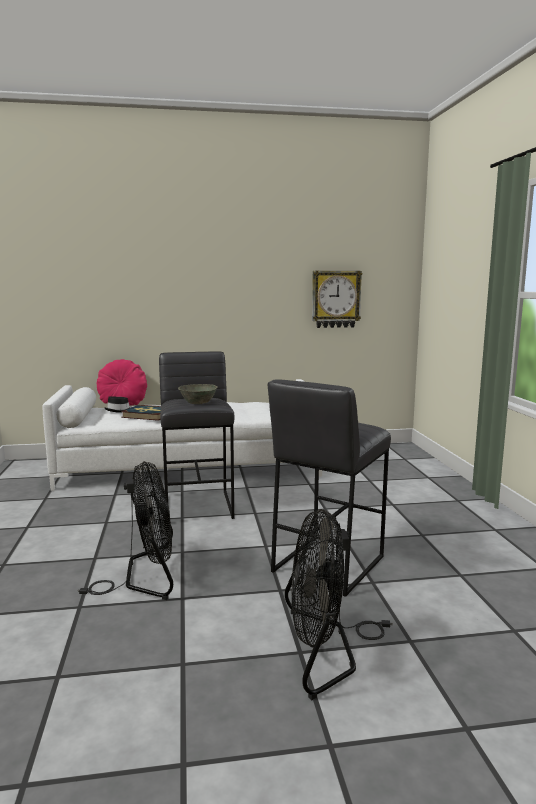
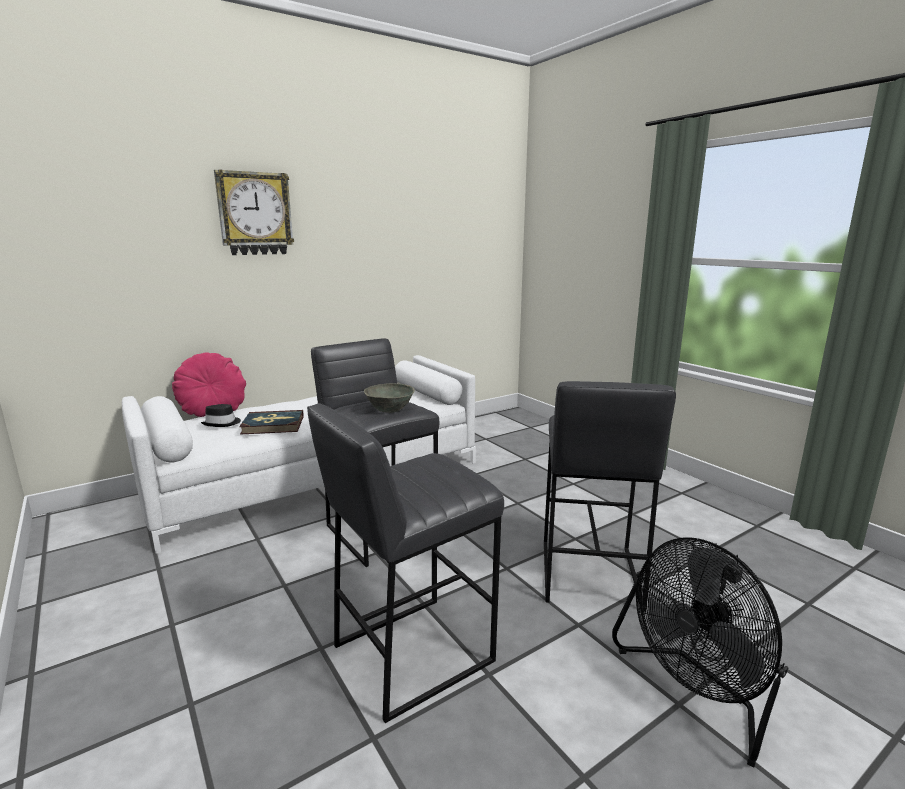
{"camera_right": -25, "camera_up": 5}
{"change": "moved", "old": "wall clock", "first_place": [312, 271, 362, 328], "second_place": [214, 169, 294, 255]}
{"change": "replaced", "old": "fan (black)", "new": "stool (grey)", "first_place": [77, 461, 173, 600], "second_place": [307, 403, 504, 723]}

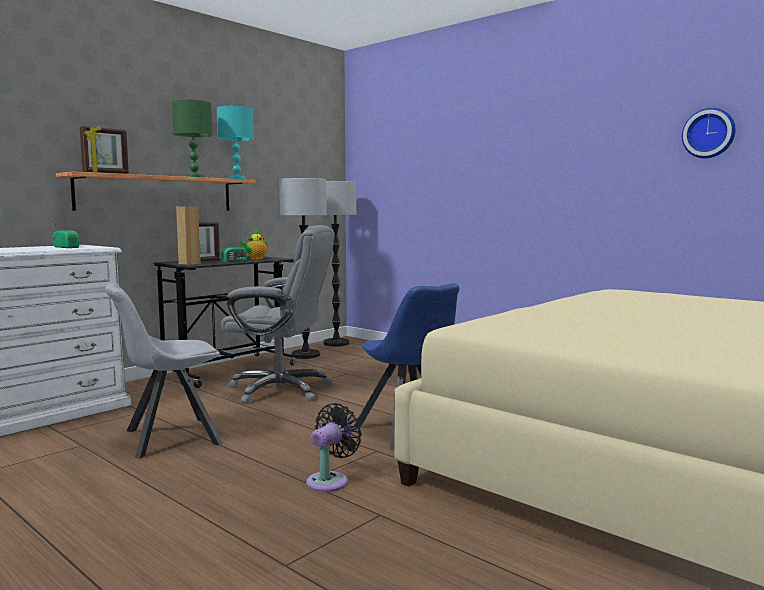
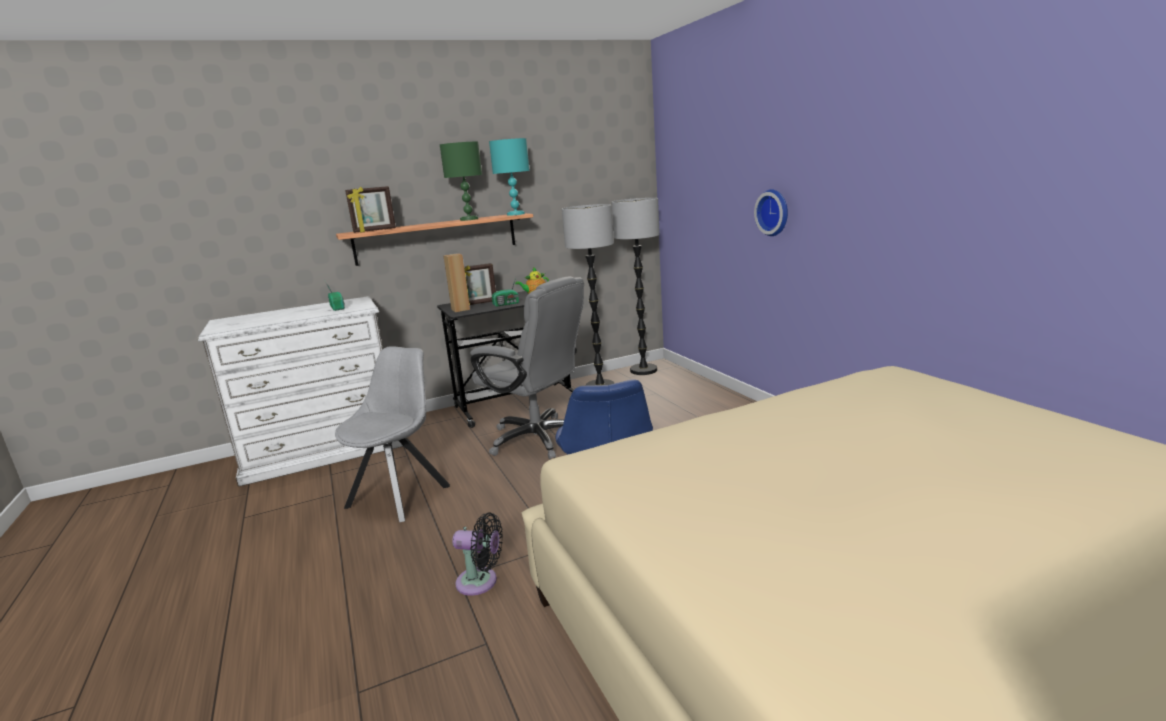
{"camera_right": 25, "camera_up": 10}
{"change": "turned", "old": "chair (grey)", "first_place": [105, 283, 223, 459], "second_place": [335, 346, 450, 522], "degrees": 120}
{"change": "turned", "old": "fan (black)", "first_place": [306, 403, 362, 492], "second_place": [452, 512, 503, 596], "degrees": 45}
{"change": "moved", "old": "wall clock", "first_place": [682, 108, 735, 158], "second_place": [754, 189, 788, 236]}

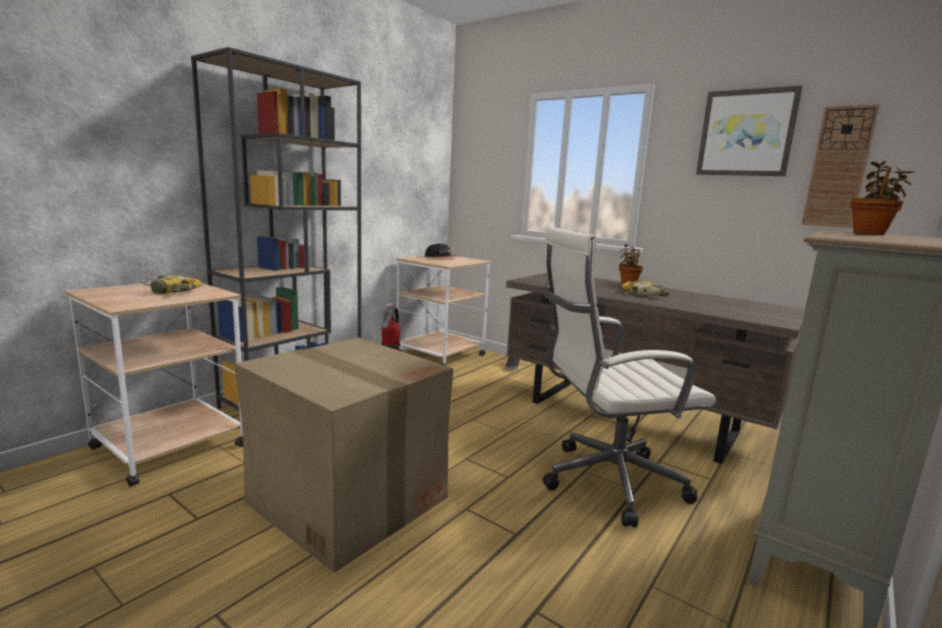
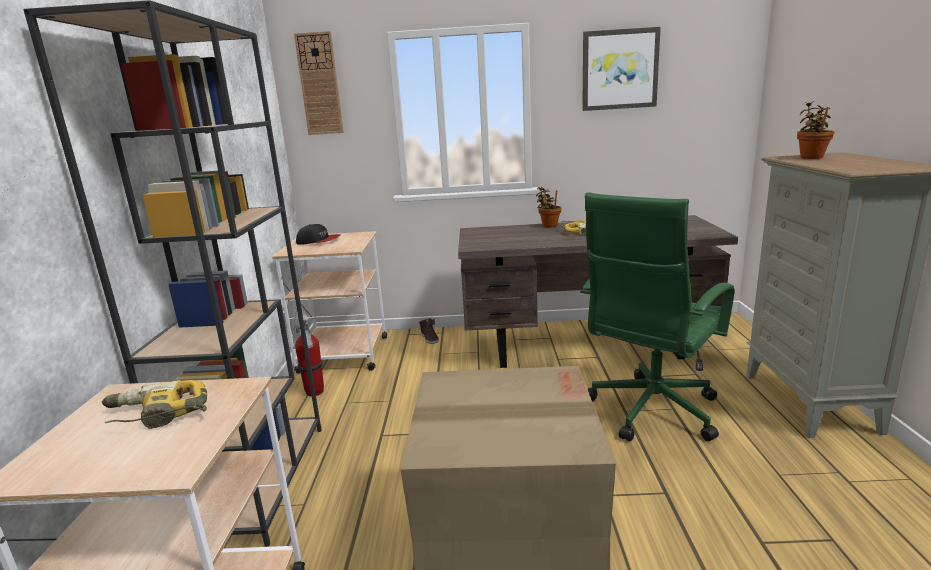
{"camera_right": -35, "camera_up": 5}
{"change": "moved", "old": "wall clock", "first_place": [802, 104, 880, 228], "second_place": [294, 31, 344, 135]}
{"change": "recoloured", "old": "office chair (white)", "new": "office chair (green)", "first_place": [542, 226, 716, 527], "second_place": [580, 192, 735, 441]}

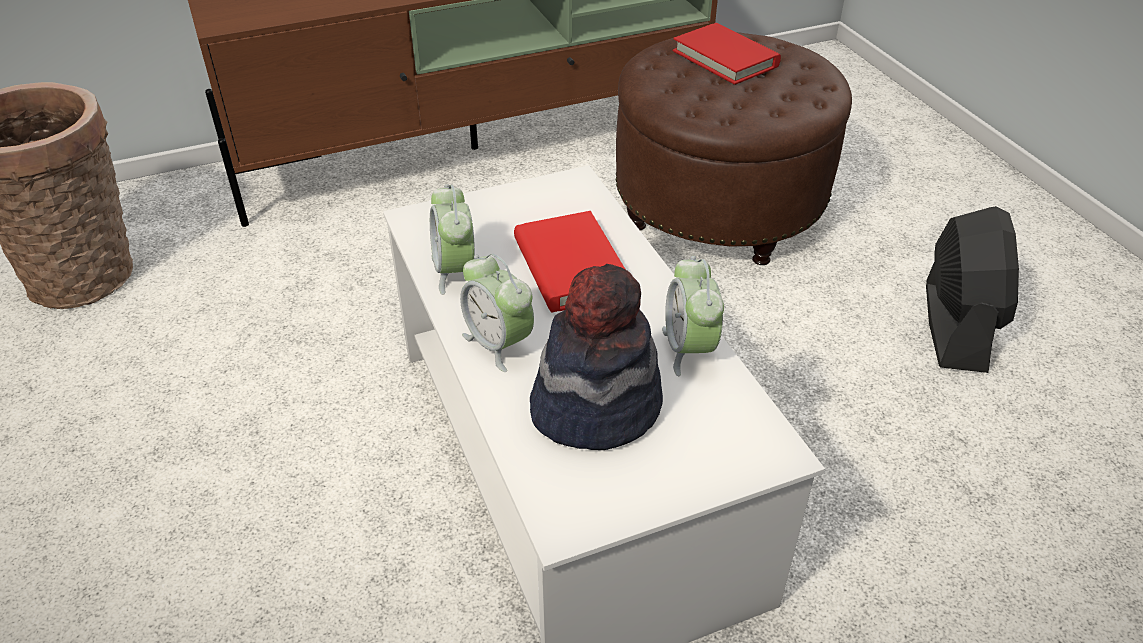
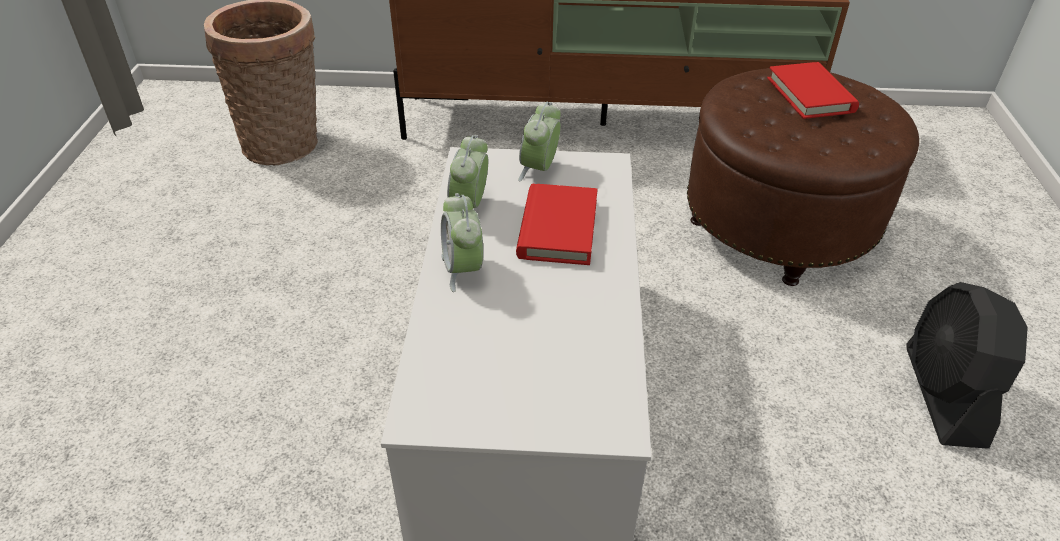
{"camera_right": 25, "camera_up": 0}
{"change": "moved", "old": "alarm clock", "first_place": [662, 256, 724, 376], "second_place": [518, 102, 561, 181]}
{"change": "turned", "old": "fan (black)", "first_place": [926, 206, 1019, 373], "second_place": [907, 282, 1028, 449], "degrees": 150}
{"change": "removed", "old": "hat", "first_place": [530, 264, 663, 450]}

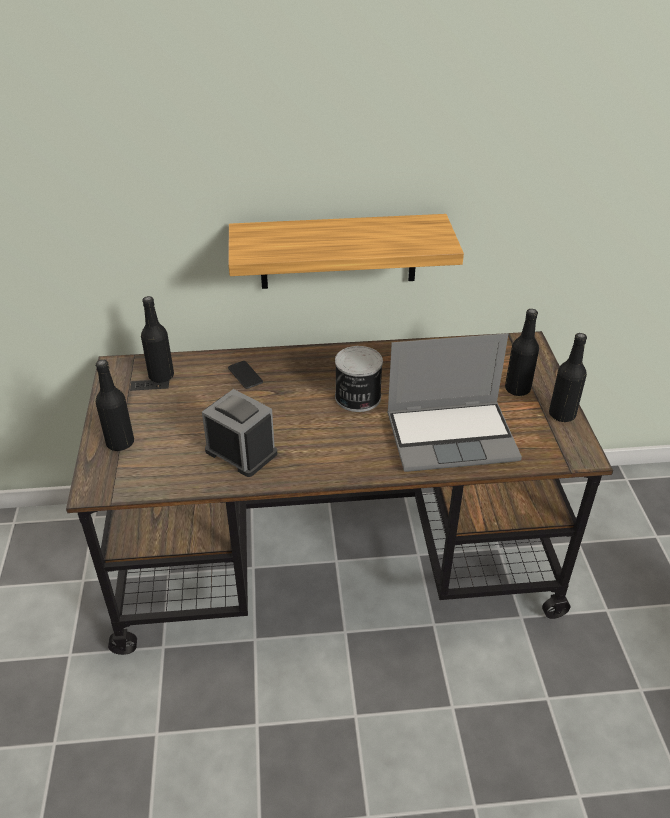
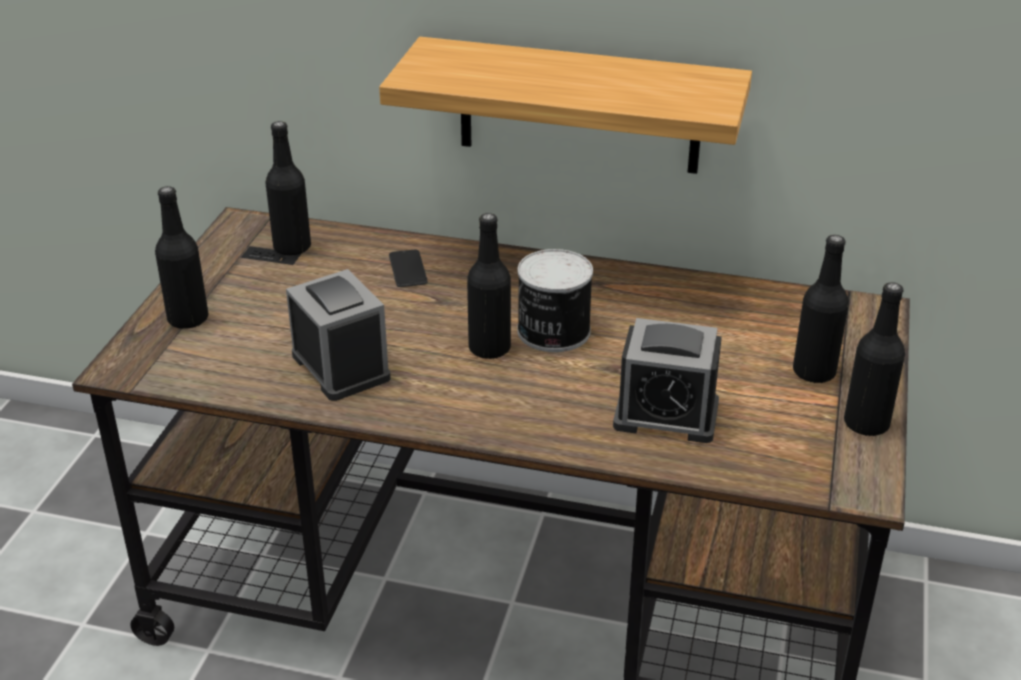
{"camera_right": 20, "camera_up": -5}
{"change": "added", "new": "bottle (black)", "second_place": [467, 213, 511, 359]}
{"change": "replaced", "old": "laptop", "new": "alarm clock", "first_place": [387, 333, 522, 472], "second_place": [613, 318, 722, 443]}

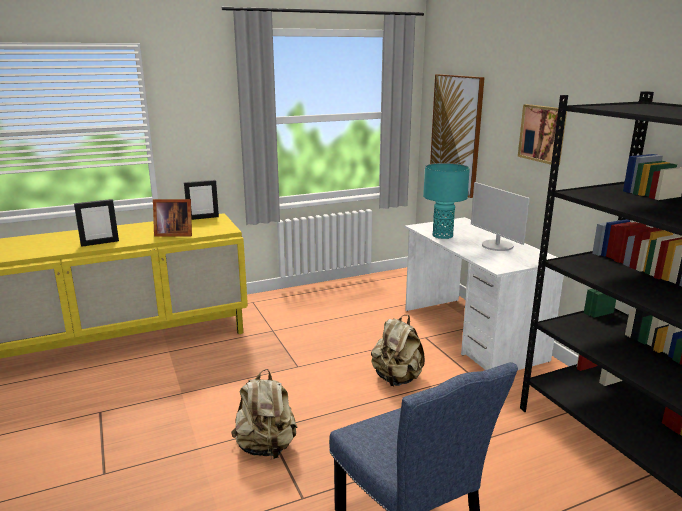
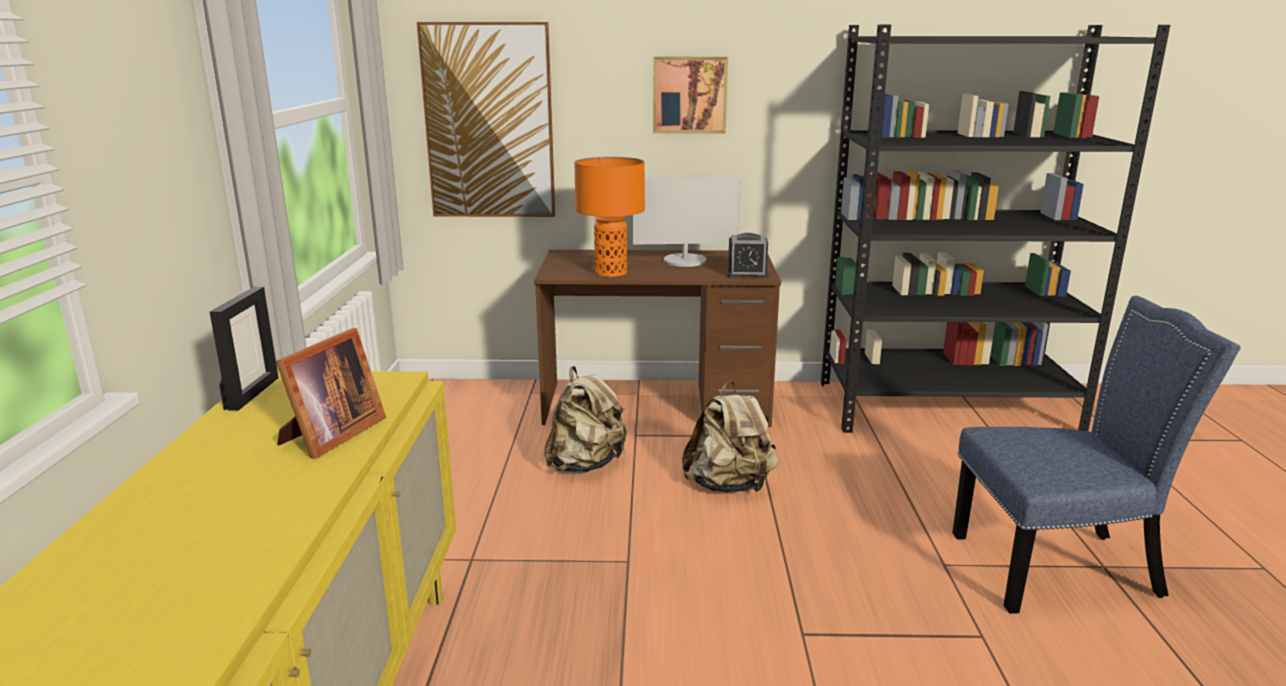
{"camera_right": -65, "camera_up": 0}
{"change": "recoloured", "old": "desk (white)", "new": "desk (brown)", "first_place": [405, 217, 564, 370], "second_place": [534, 250, 781, 427]}
{"change": "moved", "old": "backpack (beige)", "first_place": [231, 369, 297, 459], "second_place": [544, 366, 627, 473]}
{"change": "recoloured", "old": "table lamp (turquoise)", "new": "table lamp (orange)", "first_place": [423, 163, 470, 239], "second_place": [575, 157, 645, 277]}
{"change": "added", "new": "alarm clock", "second_place": [726, 233, 769, 278]}
{"change": "removed", "old": "picture frame", "first_place": [74, 199, 119, 247]}

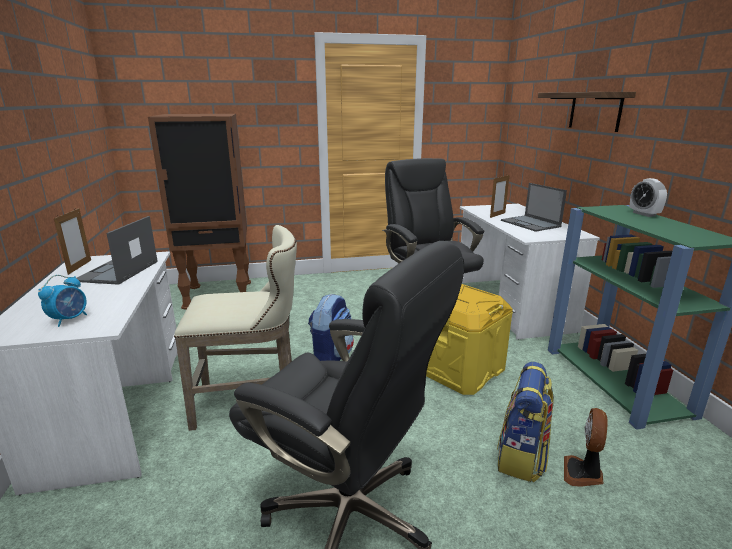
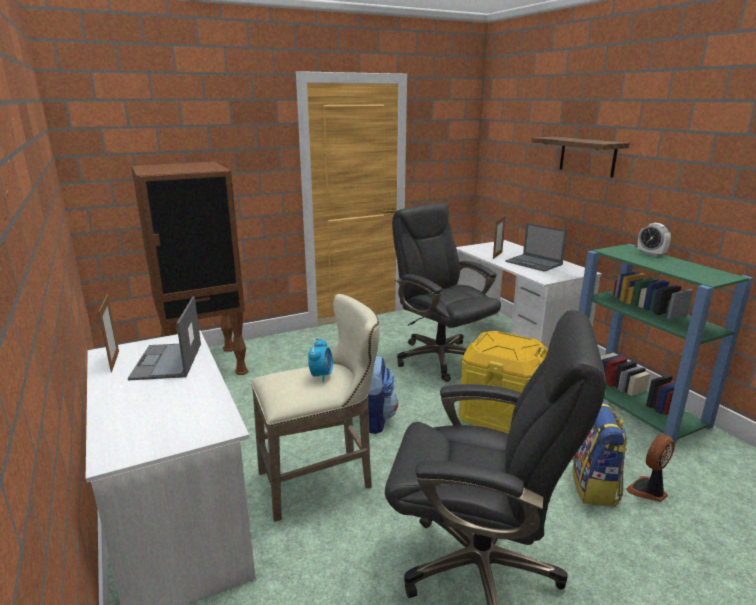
{"camera_right": -15, "camera_up": 0}
{"change": "moved", "old": "alarm clock", "first_place": [38, 275, 87, 327], "second_place": [308, 338, 333, 382]}
{"change": "turned", "old": "fan", "first_place": [564, 408, 608, 487], "second_place": [626, 434, 675, 502], "degrees": 45}

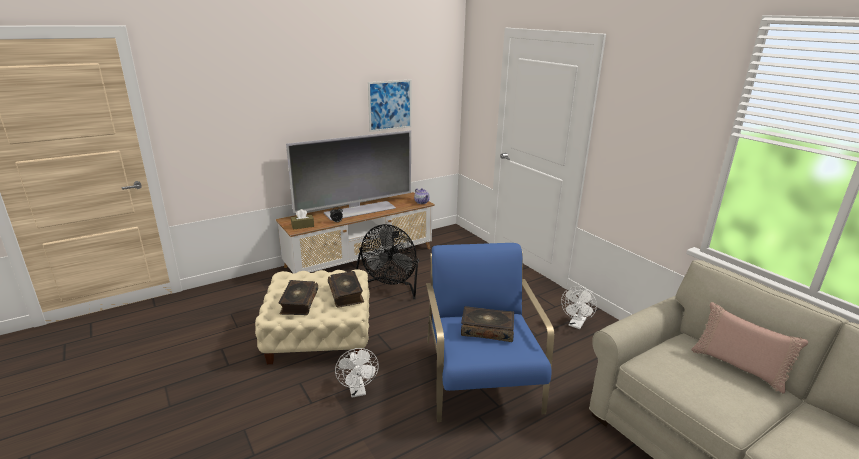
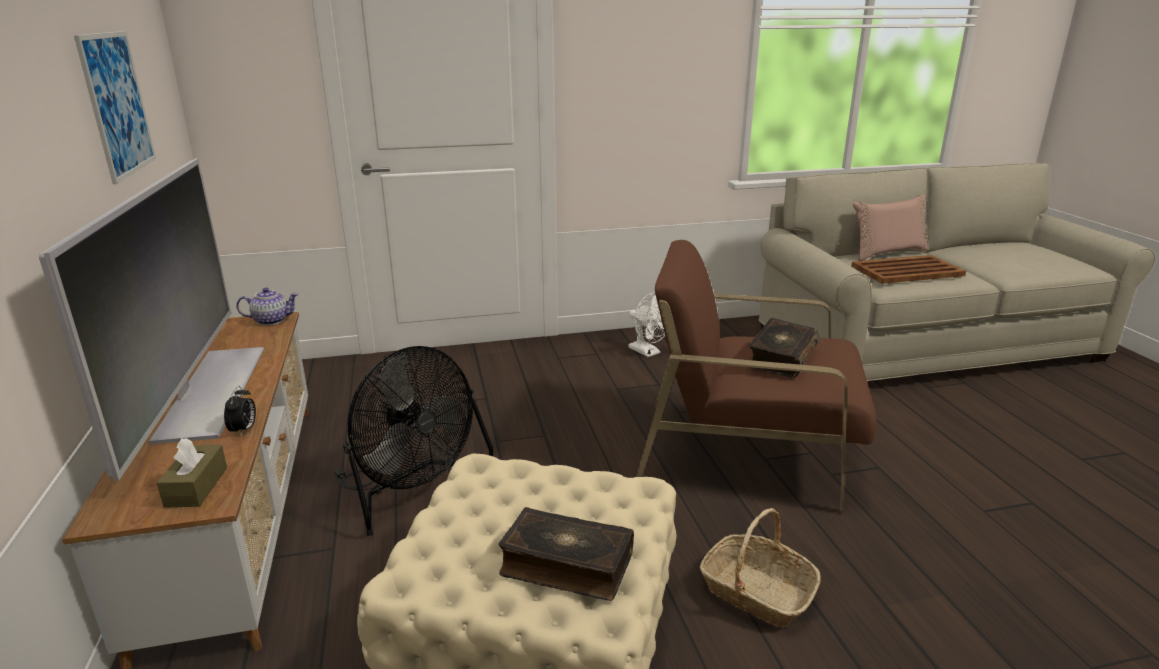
{"camera_right": -70, "camera_up": 0}
{"change": "recoloured", "old": "armchair (blue)", "new": "armchair (brown)", "first_place": [426, 243, 554, 422], "second_place": [636, 240, 877, 515]}
{"change": "replaced", "old": "fan (white)", "new": "basket", "first_place": [335, 348, 379, 397], "second_place": [700, 508, 821, 628]}
{"change": "added", "new": "tray (brown)", "second_place": [851, 255, 966, 284]}
{"change": "removed", "old": "book", "first_place": [328, 271, 364, 307]}

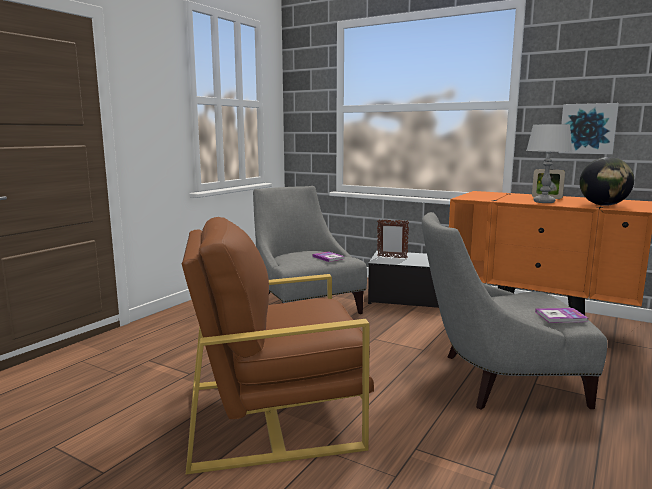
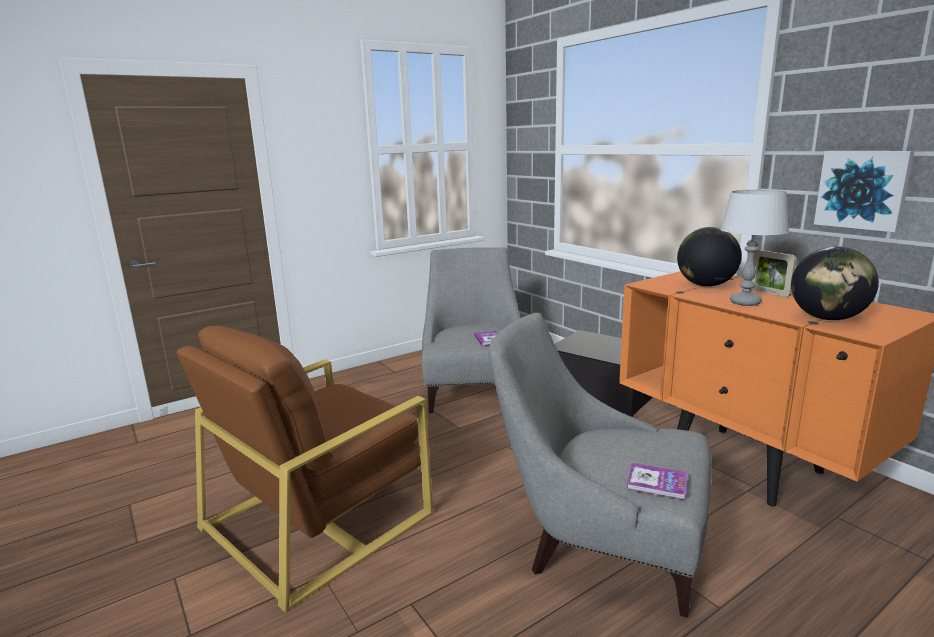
{"camera_right": 25, "camera_up": 5}
{"change": "turned", "old": "armchair (brown)", "first_place": [182, 217, 374, 474], "second_place": [177, 325, 433, 612], "degrees": -60}
{"change": "added", "new": "globe", "second_place": [677, 227, 742, 287]}
{"change": "removed", "old": "picture frame", "first_place": [377, 220, 409, 259]}

